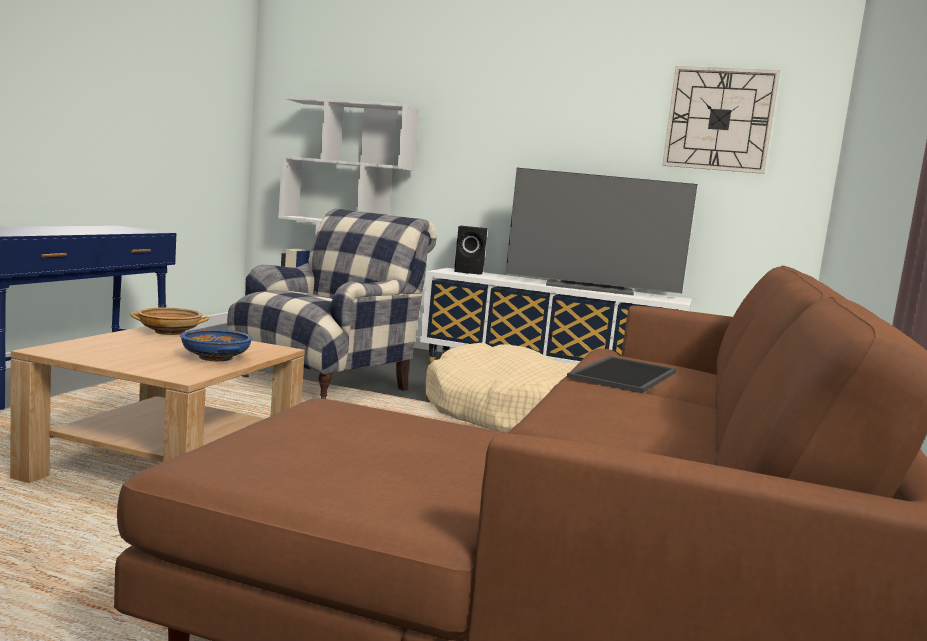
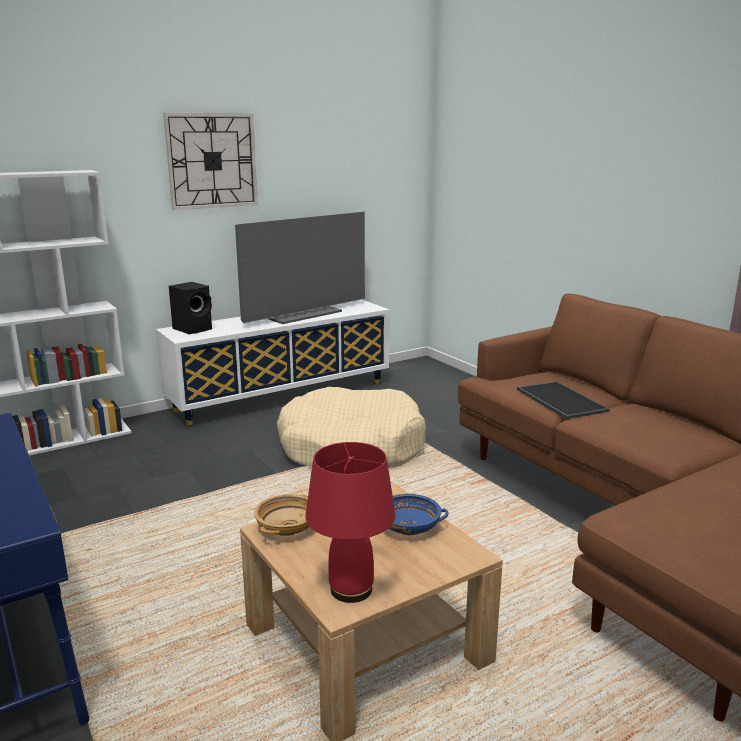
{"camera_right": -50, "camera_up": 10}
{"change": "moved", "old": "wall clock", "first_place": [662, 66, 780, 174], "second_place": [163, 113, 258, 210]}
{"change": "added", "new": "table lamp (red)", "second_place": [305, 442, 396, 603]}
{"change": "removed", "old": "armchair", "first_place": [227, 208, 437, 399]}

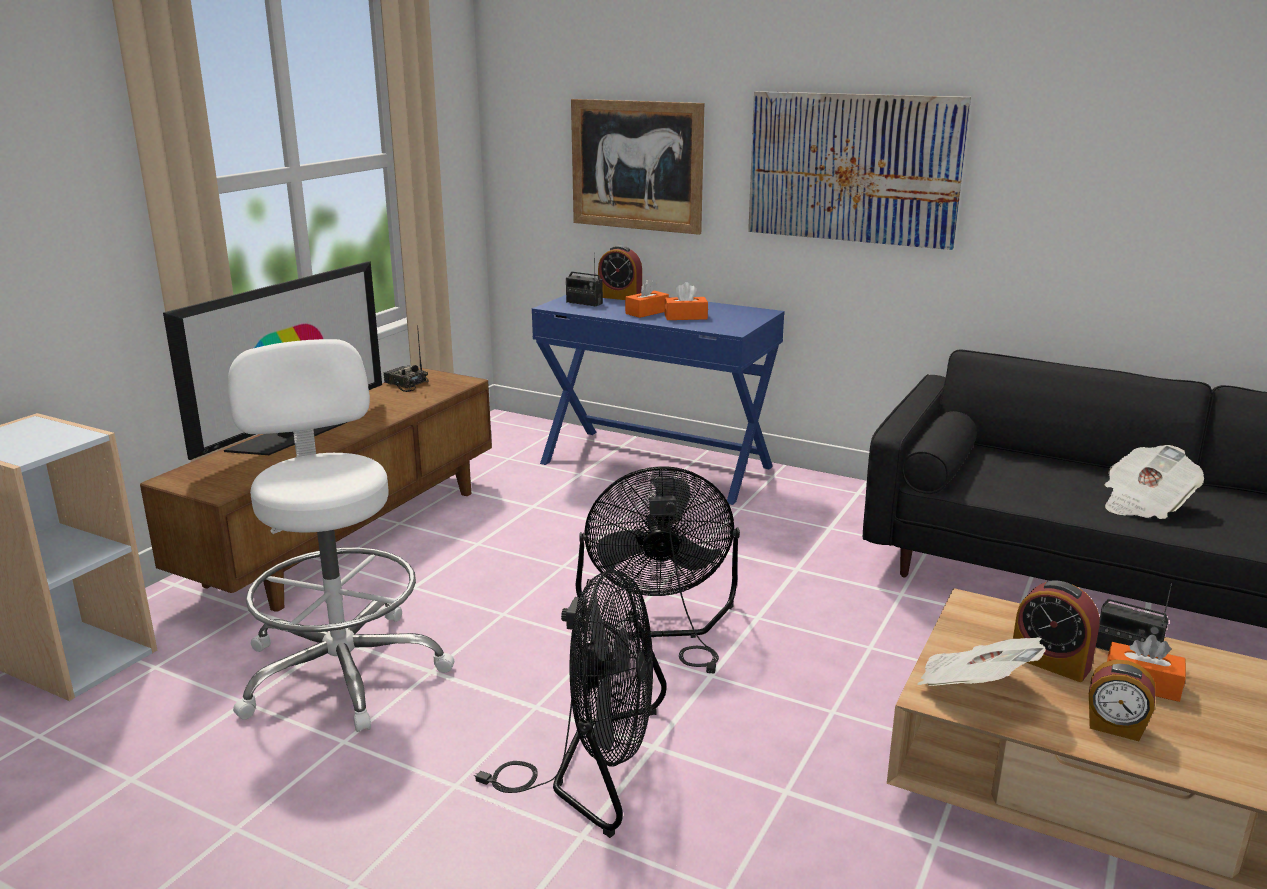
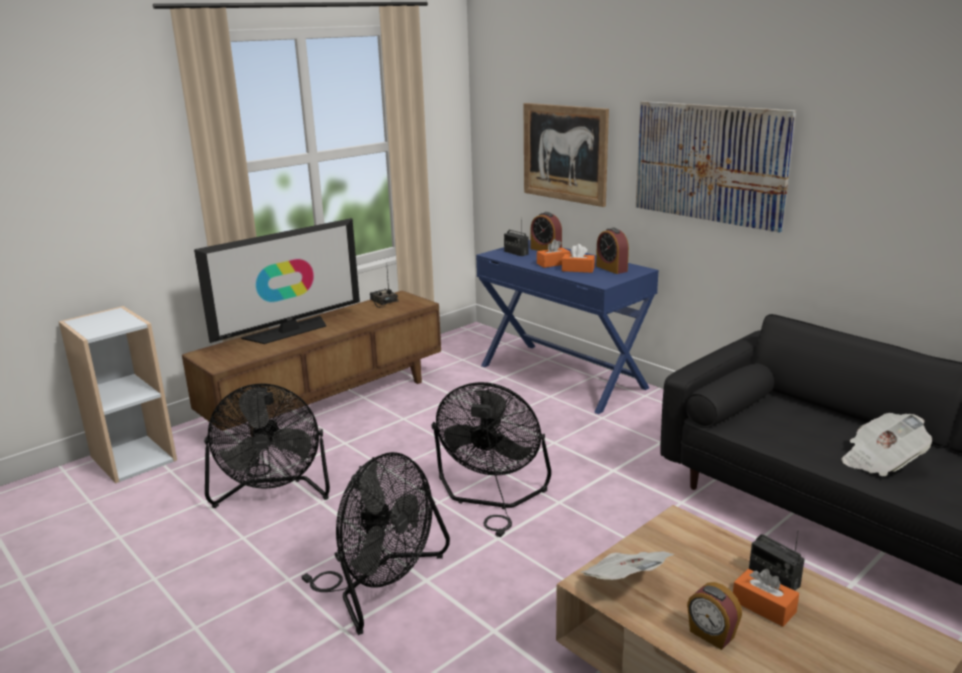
{"camera_right": 20, "camera_up": 0}
{"change": "replaced", "old": "stool (white)", "new": "fan (black)", "first_place": [228, 339, 455, 732], "second_place": [204, 384, 330, 508]}
{"change": "moved", "old": "alarm clock", "first_place": [1013, 580, 1100, 682], "second_place": [596, 227, 629, 274]}

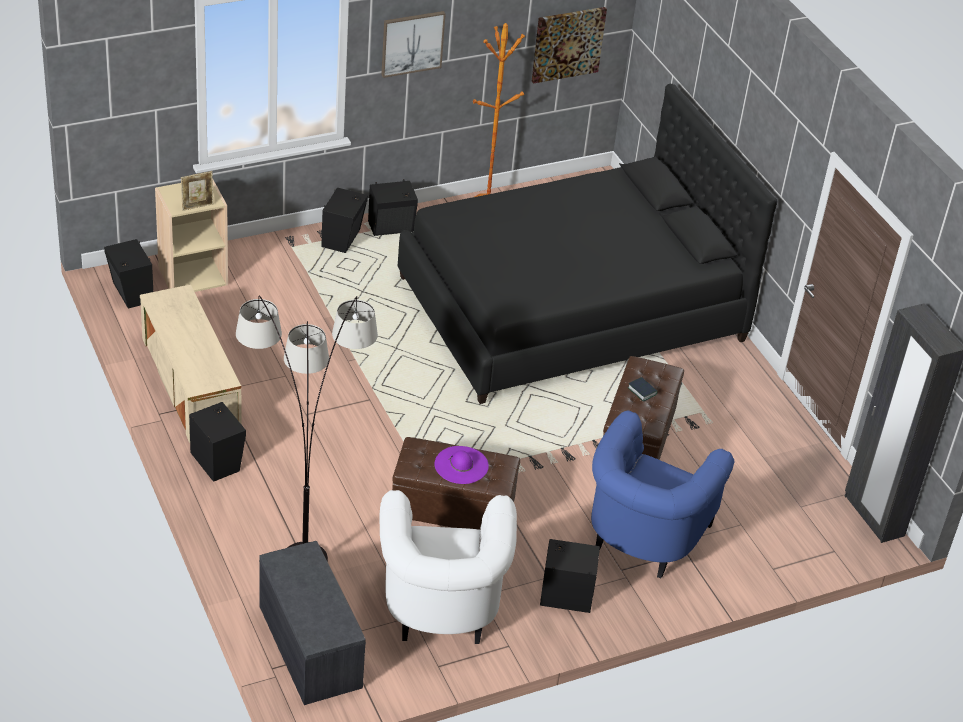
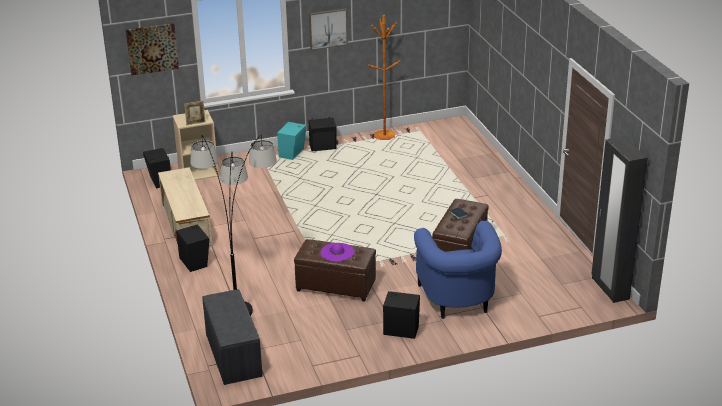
{"camera_right": 10, "camera_up": -10}
{"change": "moved", "old": "picture", "first_place": [532, 7, 607, 84], "second_place": [126, 23, 179, 75]}
{"change": "recoloured", "old": "speaker (black)", "new": "speaker (turquoise)", "first_place": [321, 188, 368, 253], "second_place": [277, 122, 306, 160]}
{"change": "turned", "old": "armchair (blue)", "first_place": [591, 411, 735, 579], "second_place": [414, 221, 502, 319], "degrees": -45}
{"change": "removed", "old": "armchair (white)", "first_place": [379, 490, 517, 644]}
{"change": "removed", "old": "bed (black)", "first_place": [397, 84, 777, 404]}

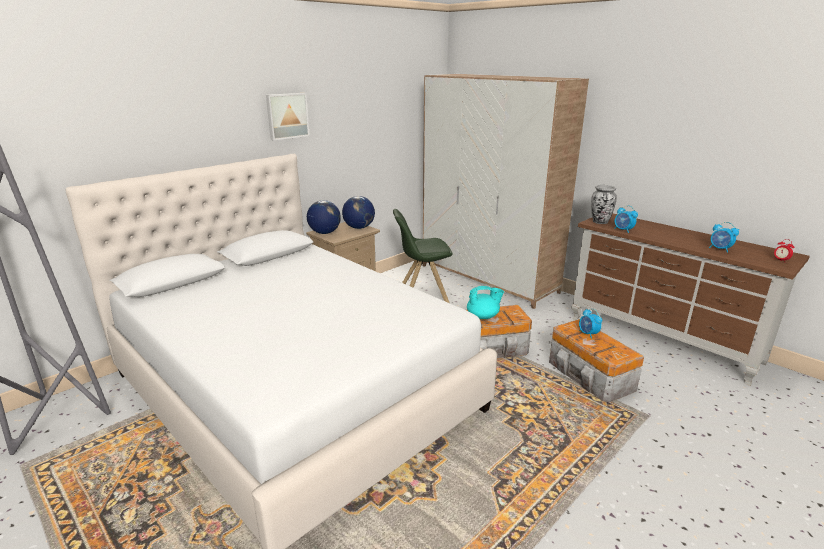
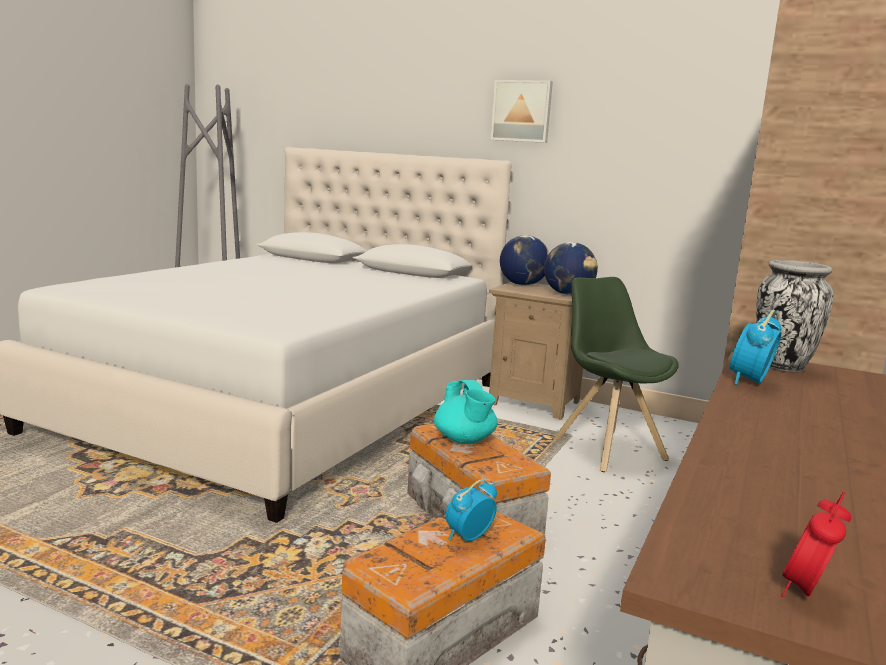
{"camera_right": 70, "camera_up": -10}
{"change": "removed", "old": "alarm clock", "first_place": [709, 222, 739, 253]}

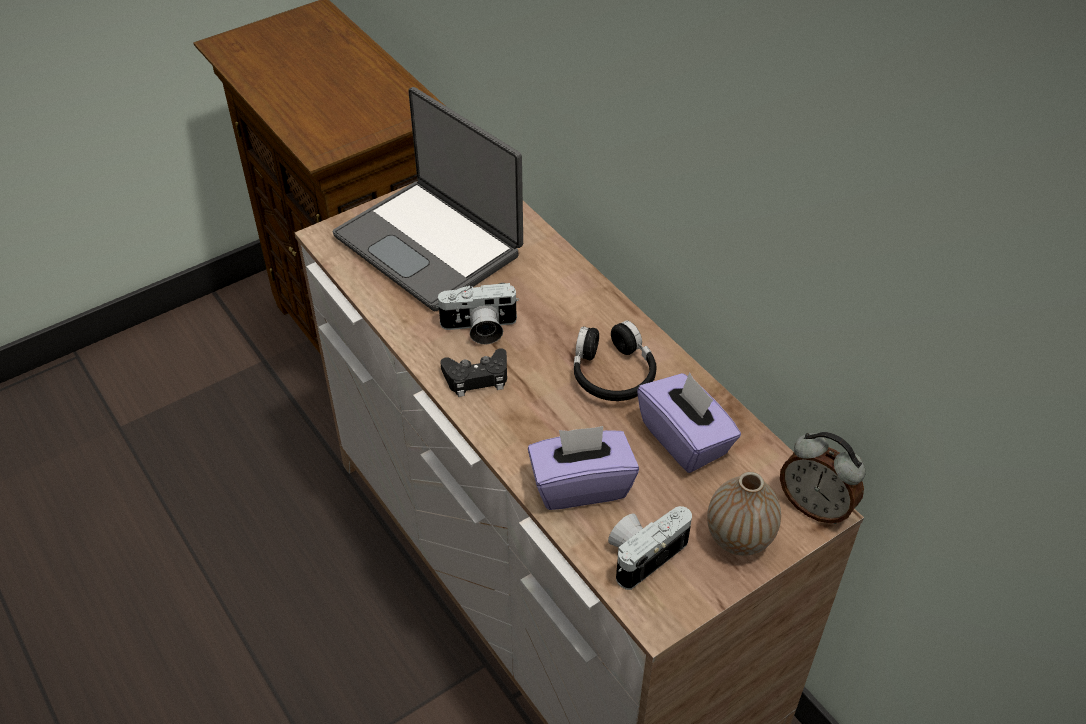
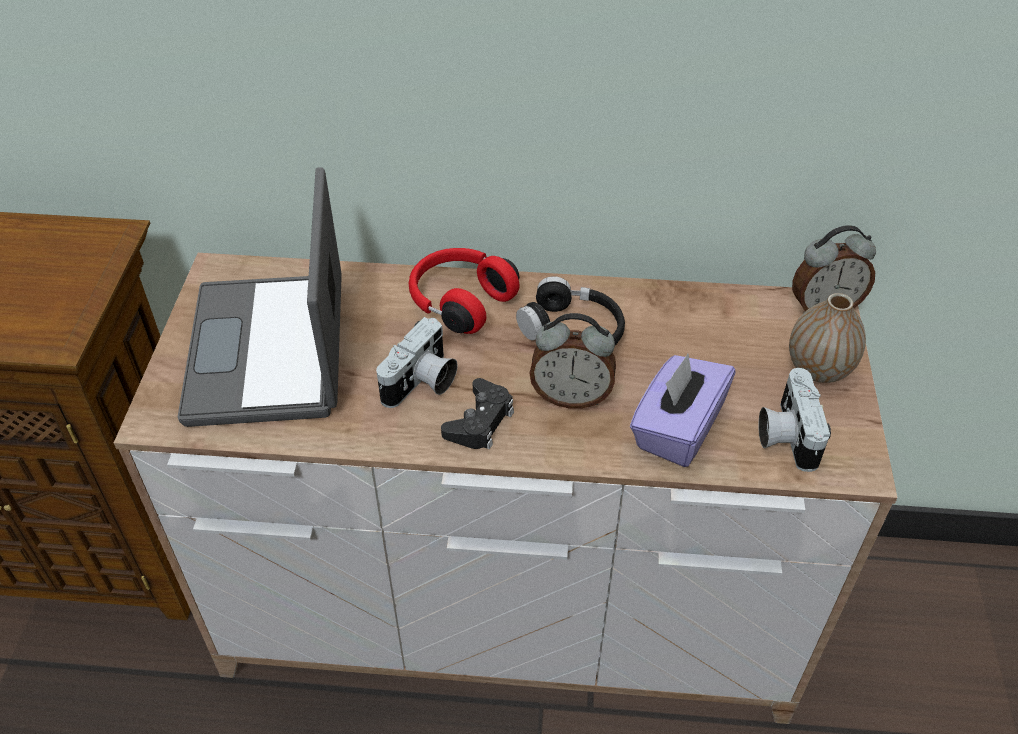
{"camera_right": -50, "camera_up": 0}
{"change": "turned", "old": "laptop", "first_place": [333, 87, 523, 311], "second_place": [178, 167, 342, 427], "degrees": 90}
{"change": "added", "new": "headphones (red)", "second_place": [409, 248, 520, 334]}
{"change": "added", "new": "alarm clock", "second_place": [529, 313, 616, 409]}
{"change": "removed", "old": "tissue box (purple)", "first_place": [637, 372, 741, 473]}

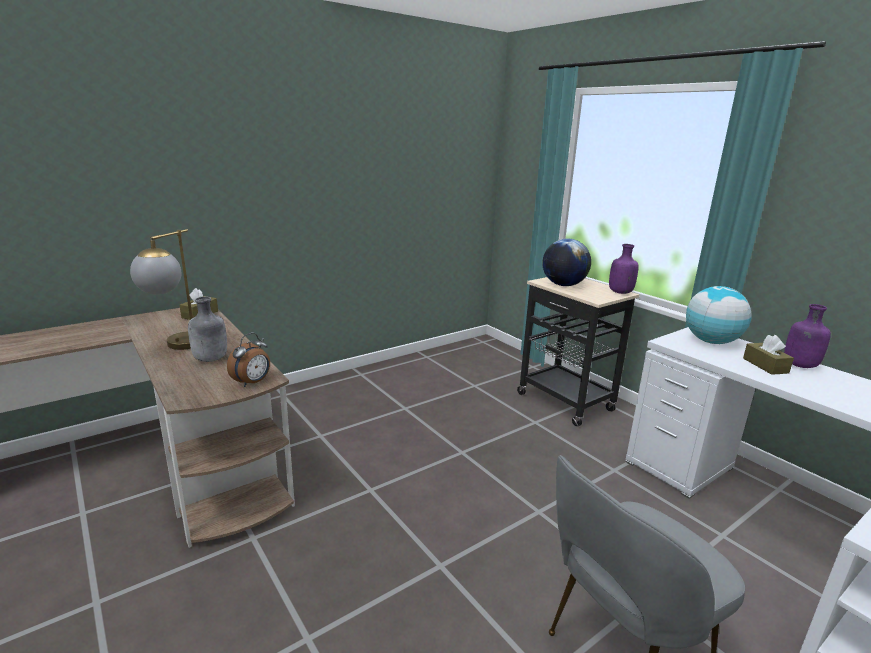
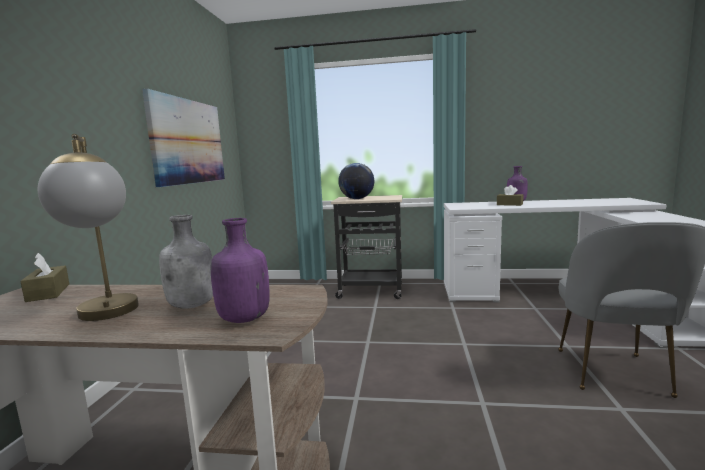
{"camera_right": -45, "camera_up": -10}
{"change": "added", "new": "picture", "second_place": [142, 89, 225, 187]}
{"change": "moved", "old": "bottle (purple)", "first_place": [609, 244, 639, 294], "second_place": [211, 218, 270, 323]}
{"change": "removed", "old": "alarm clock", "first_place": [227, 333, 270, 387]}
{"change": "removed", "old": "globe", "first_place": [686, 286, 752, 344]}

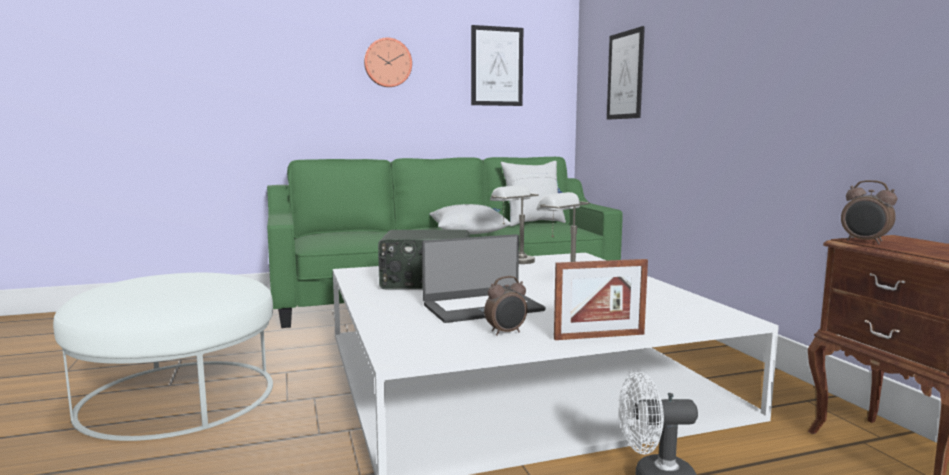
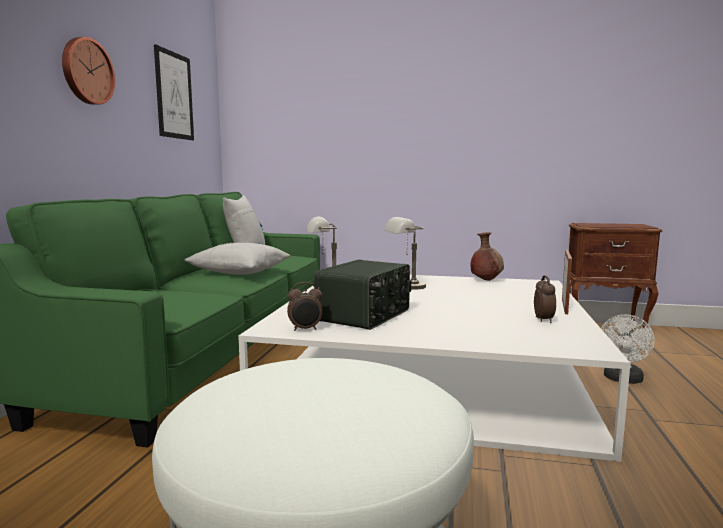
{"camera_right": -60, "camera_up": 0}
{"change": "moved", "old": "alarm clock", "first_place": [841, 180, 897, 244], "second_place": [287, 282, 322, 331]}
{"change": "added", "new": "vase (brown)", "second_place": [470, 232, 504, 281]}
{"change": "removed", "old": "laptop", "first_place": [422, 234, 546, 323]}
{"change": "removed", "old": "picture", "first_place": [607, 26, 645, 120]}

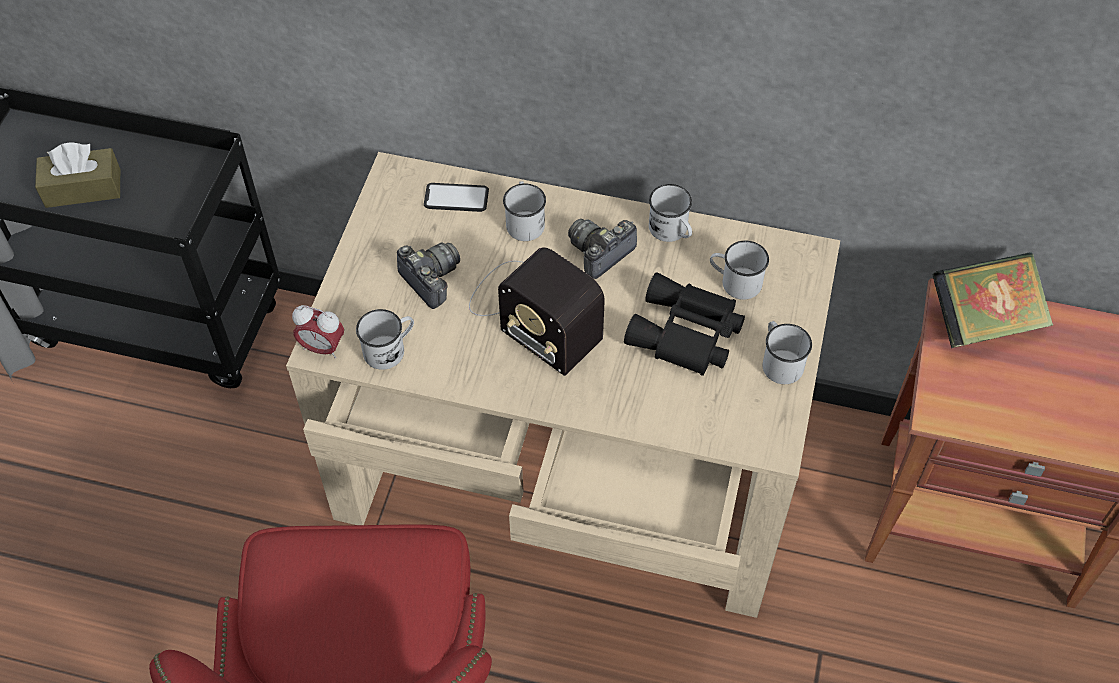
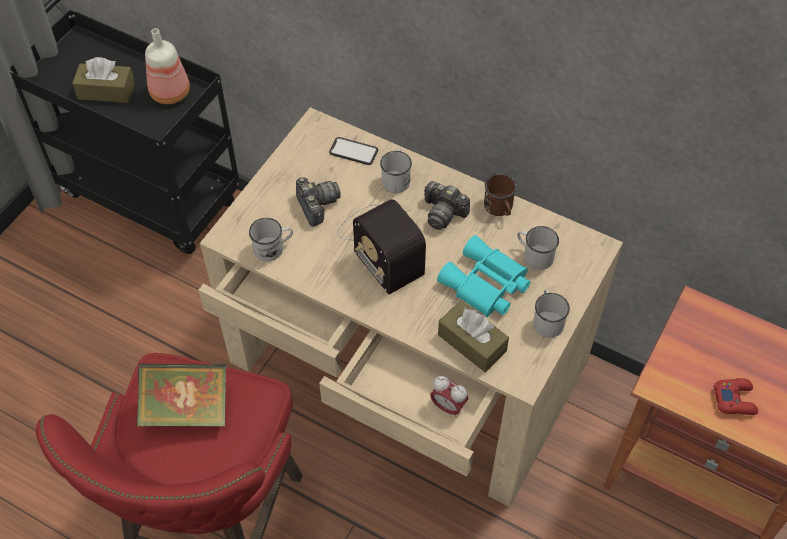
{"camera_right": 15, "camera_up": 0}
{"change": "moved", "old": "book", "first_place": [933, 252, 1053, 348], "second_place": [137, 363, 226, 427]}
{"change": "added", "new": "bottle", "second_place": [145, 28, 190, 104]}
{"change": "turned", "old": "photo camera", "first_place": [568, 219, 637, 279], "second_place": [424, 181, 470, 230], "degrees": -120}
{"change": "moved", "old": "alarm clock", "first_place": [292, 305, 344, 358], "second_place": [430, 376, 468, 418]}
{"change": "recoloured", "old": "binoculars (black)", "new": "binoculars (turquoise)", "first_place": [624, 272, 745, 376], "second_place": [437, 235, 530, 317]}
{"change": "added", "new": "tissue box (brown)", "second_place": [438, 300, 509, 372]}
{"change": "recoloured", "old": "mug (white)", "new": "mug (brown)", "first_place": [649, 184, 692, 242], "second_place": [484, 173, 517, 216]}
{"change": "added", "new": "game controller (red)", "second_place": [714, 378, 758, 415]}

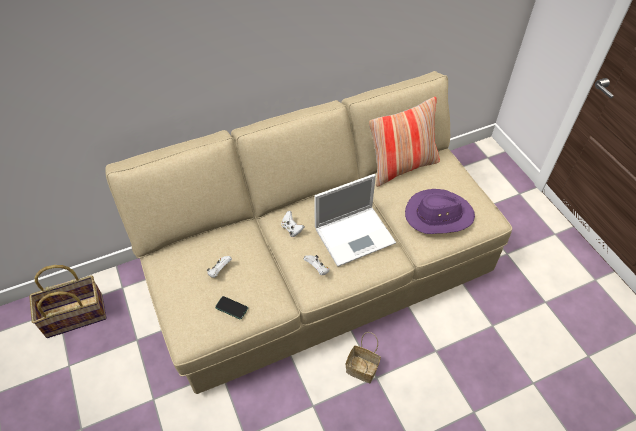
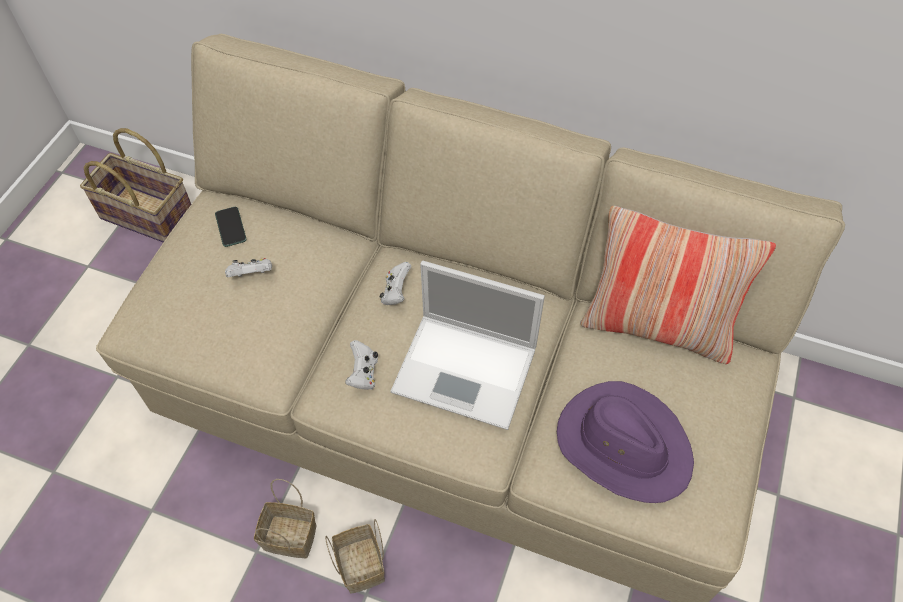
{"camera_right": 45, "camera_up": 5}
{"change": "moved", "old": "phone", "first_place": [215, 296, 248, 319], "second_place": [215, 207, 246, 247]}
{"change": "added", "new": "basket", "second_place": [254, 479, 317, 558]}

